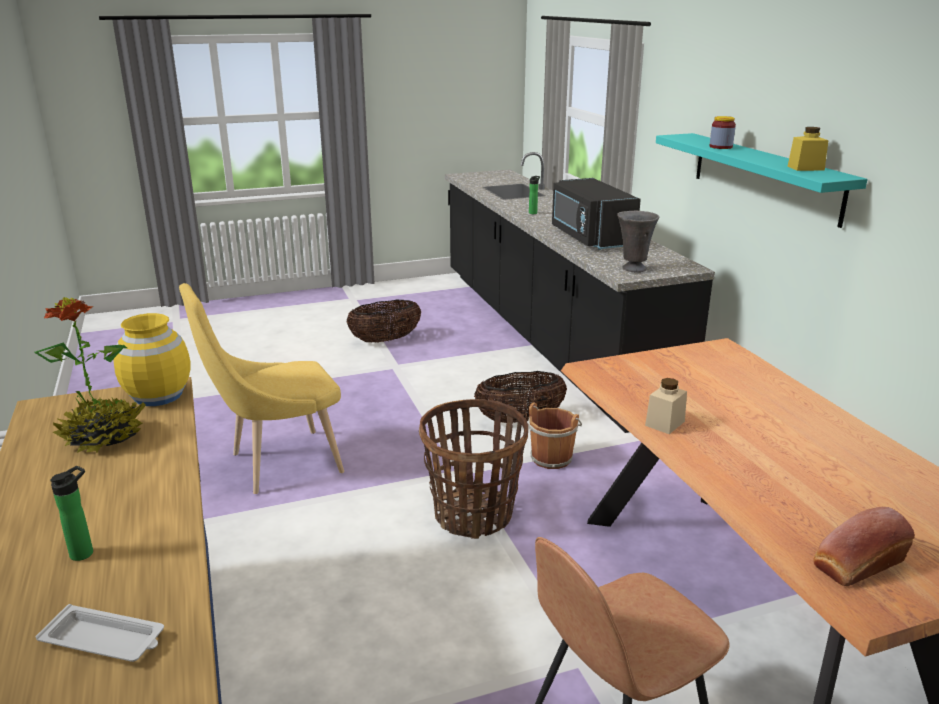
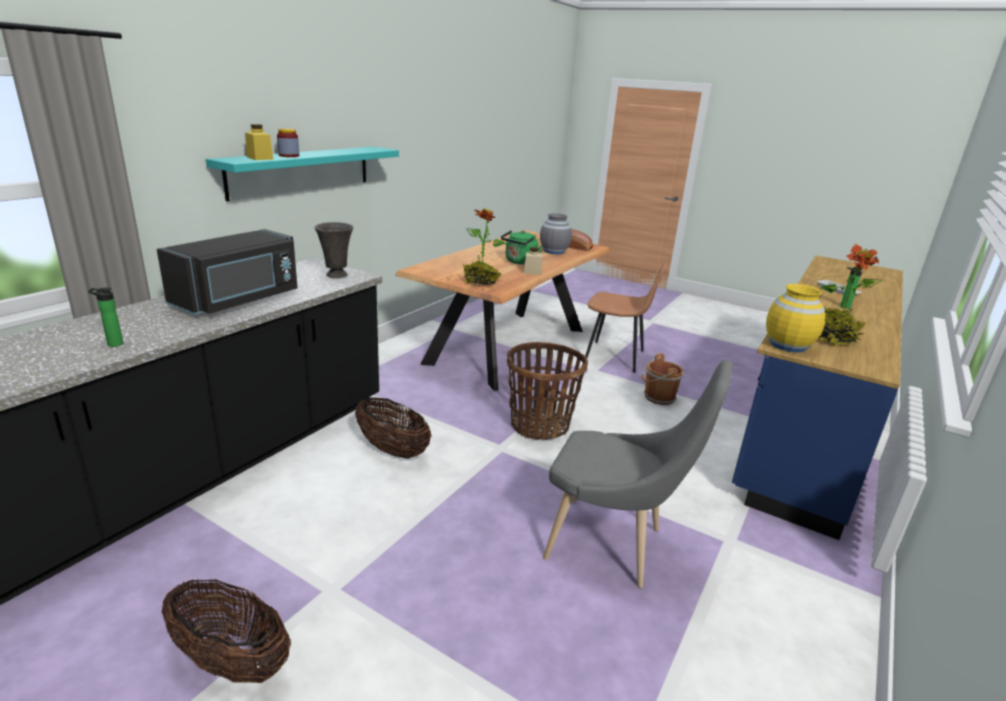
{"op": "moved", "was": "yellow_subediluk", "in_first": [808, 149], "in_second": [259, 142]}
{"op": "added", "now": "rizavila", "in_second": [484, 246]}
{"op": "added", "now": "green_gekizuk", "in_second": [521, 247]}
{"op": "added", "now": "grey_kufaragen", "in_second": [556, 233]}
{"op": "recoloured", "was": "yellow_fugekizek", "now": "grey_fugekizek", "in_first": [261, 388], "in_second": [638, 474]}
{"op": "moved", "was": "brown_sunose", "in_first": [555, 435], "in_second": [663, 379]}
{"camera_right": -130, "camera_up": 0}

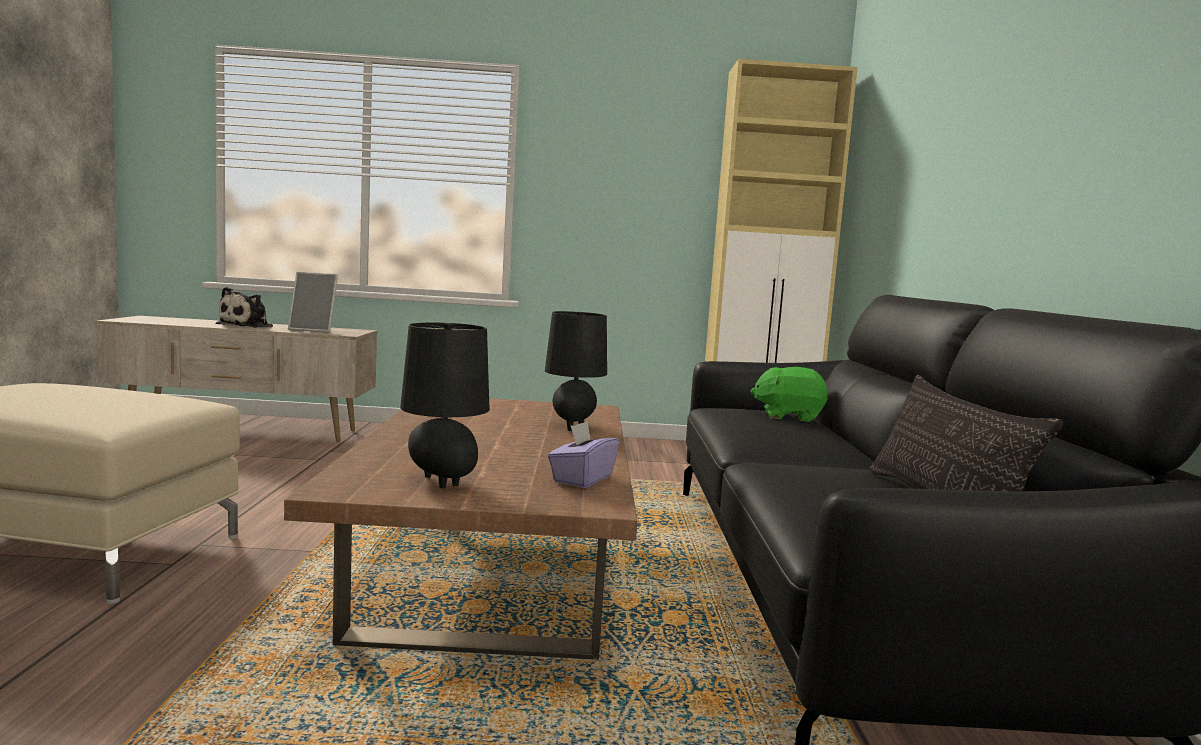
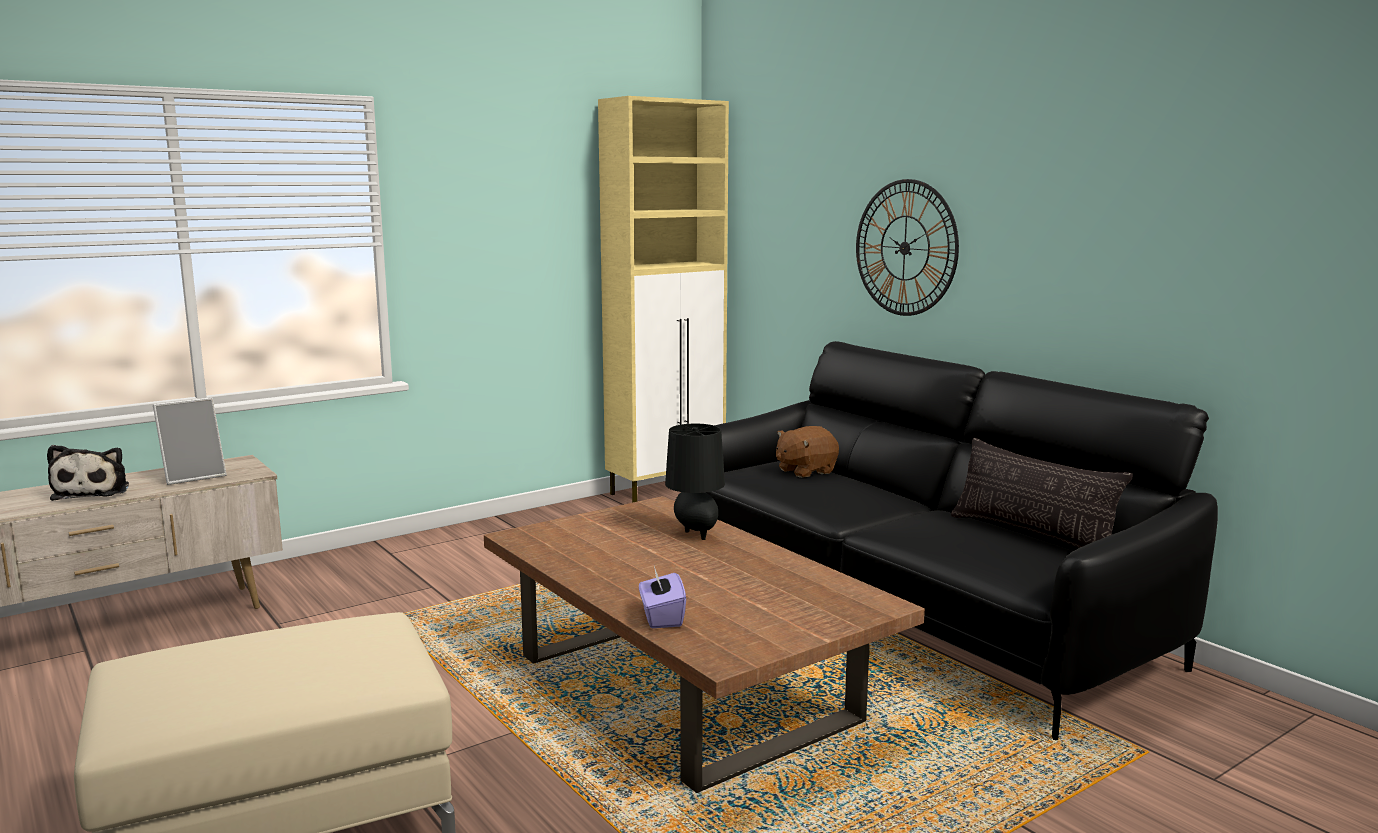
{"op": "moved", "was": "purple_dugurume", "in_first": [583, 454], "in_second": [662, 597]}
{"op": "recoloured", "was": "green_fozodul", "now": "brown_fozodul", "in_first": [789, 394], "in_second": [807, 452]}
{"op": "added", "now": "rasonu", "in_second": [907, 247]}
{"op": "removed", "was": "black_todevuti", "in_first": [445, 405]}
{"camera_right": -35, "camera_up": 5}

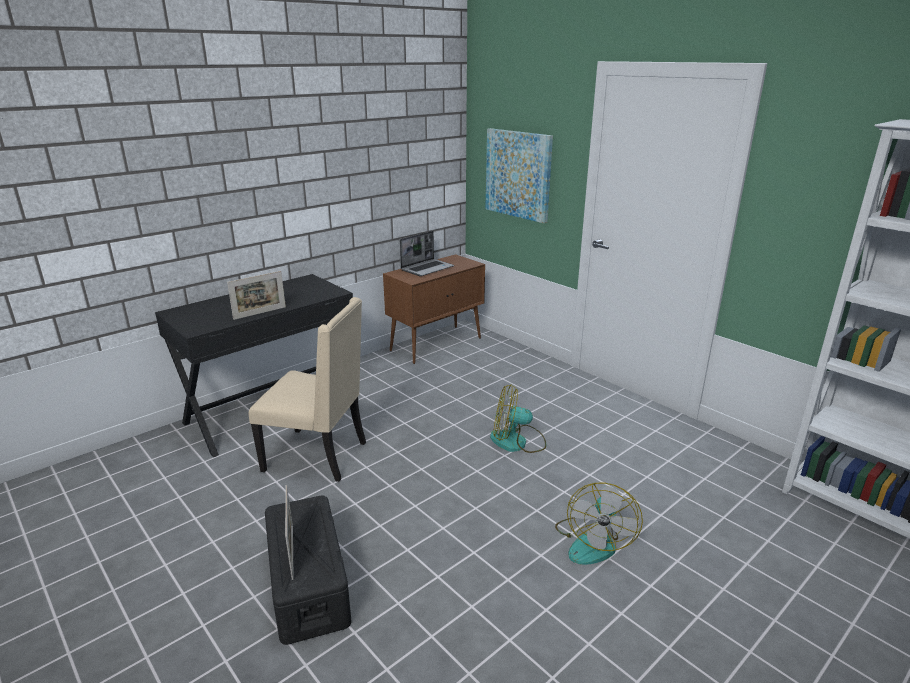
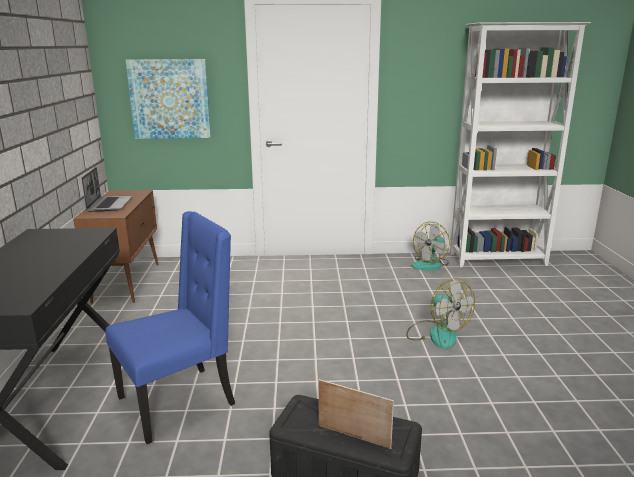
{"op": "recoloured", "was": "beige_fugekizek", "now": "blue_fugekizek", "in_first": [307, 389], "in_second": [170, 327]}
{"op": "moved", "was": "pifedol", "in_first": [518, 418], "in_second": [430, 246]}
{"op": "removed", "was": "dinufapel", "in_first": [256, 295]}
{"camera_right": -50, "camera_up": -5}

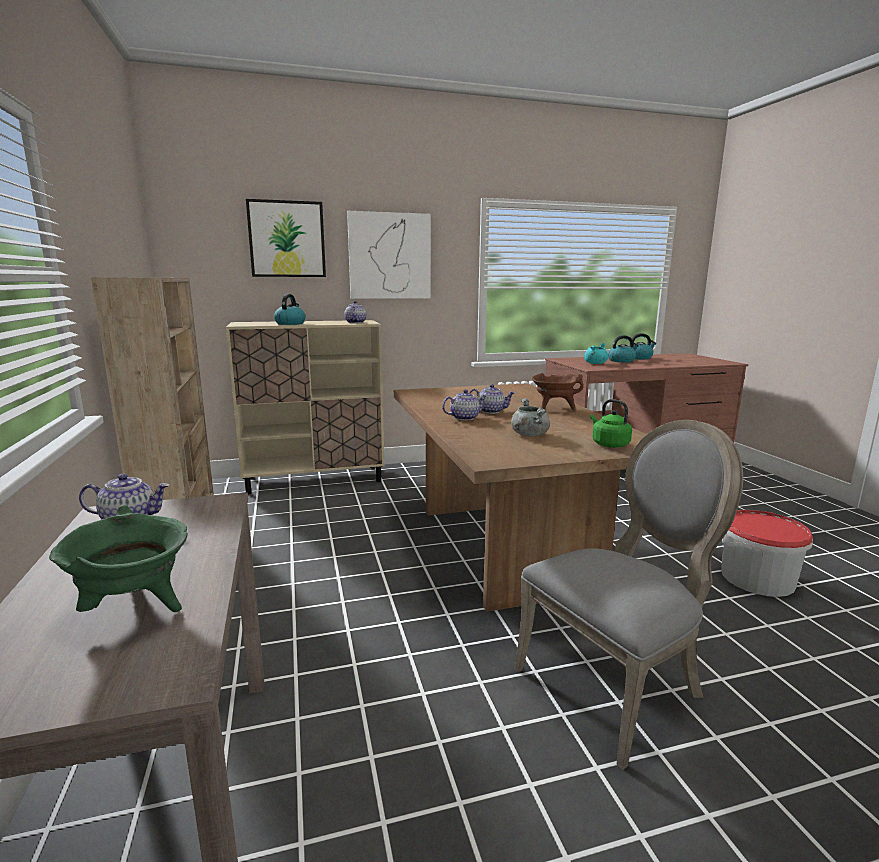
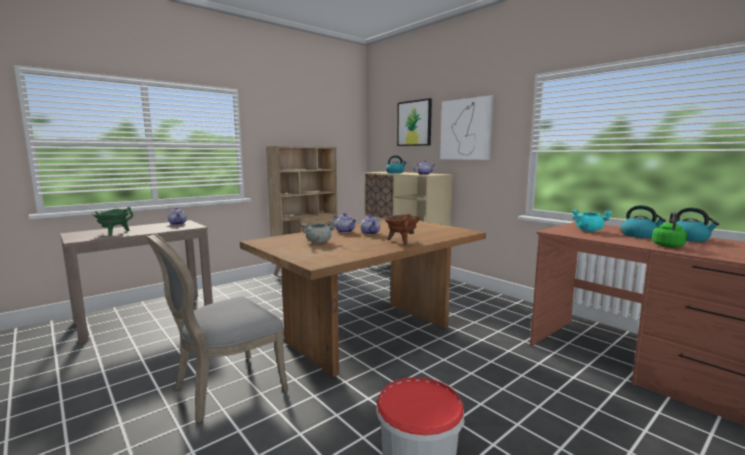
{"op": "turned", "was": "grey_fugekizek", "in_first": [628, 595], "in_second": [217, 327], "clockwise": 105}
{"op": "moved", "was": "green_gekizuk", "in_first": [611, 423], "in_second": [669, 229]}
{"camera_right": 65, "camera_up": -5}

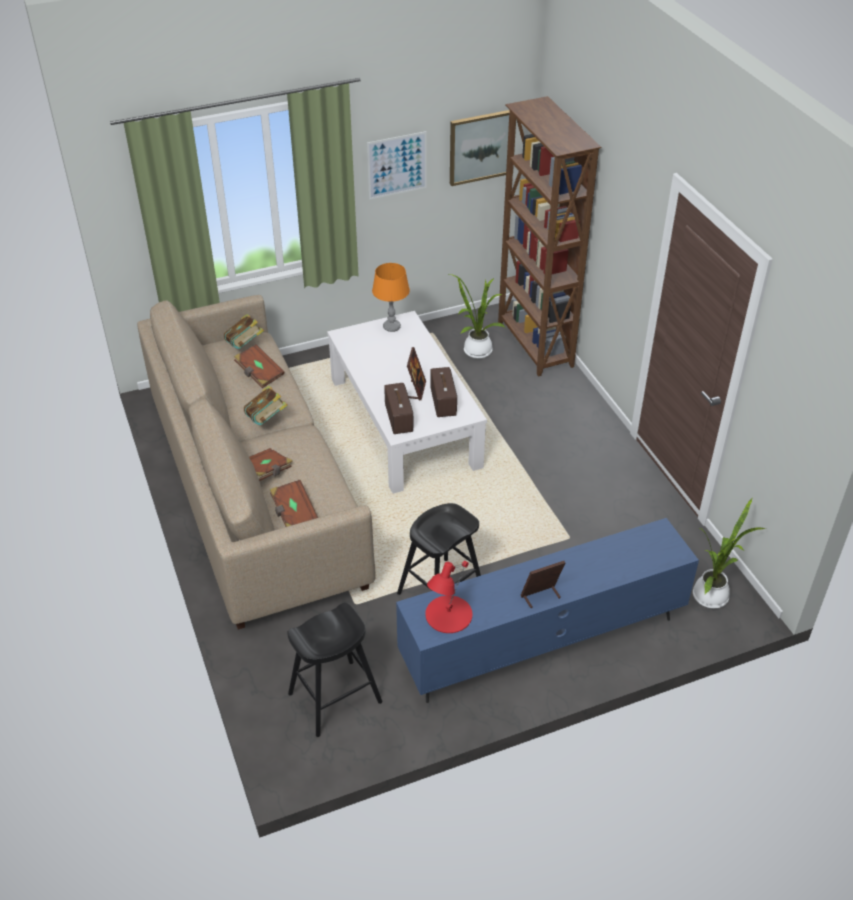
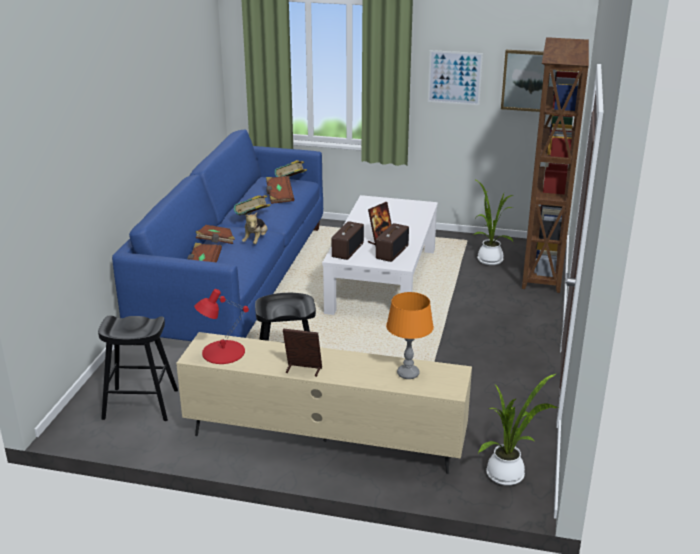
{"op": "recoloured", "was": "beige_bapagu", "now": "blue_bapagu", "in_first": [256, 462], "in_second": [217, 235]}
{"op": "recoloured", "was": "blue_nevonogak", "now": "beige_nevonogak", "in_first": [547, 610], "in_second": [324, 403]}
{"op": "added", "now": "fozodul", "in_second": [255, 228]}
{"op": "moved", "was": "orange_todevuti", "in_first": [391, 297], "in_second": [410, 335]}
{"camera_right": 35, "camera_up": -15}

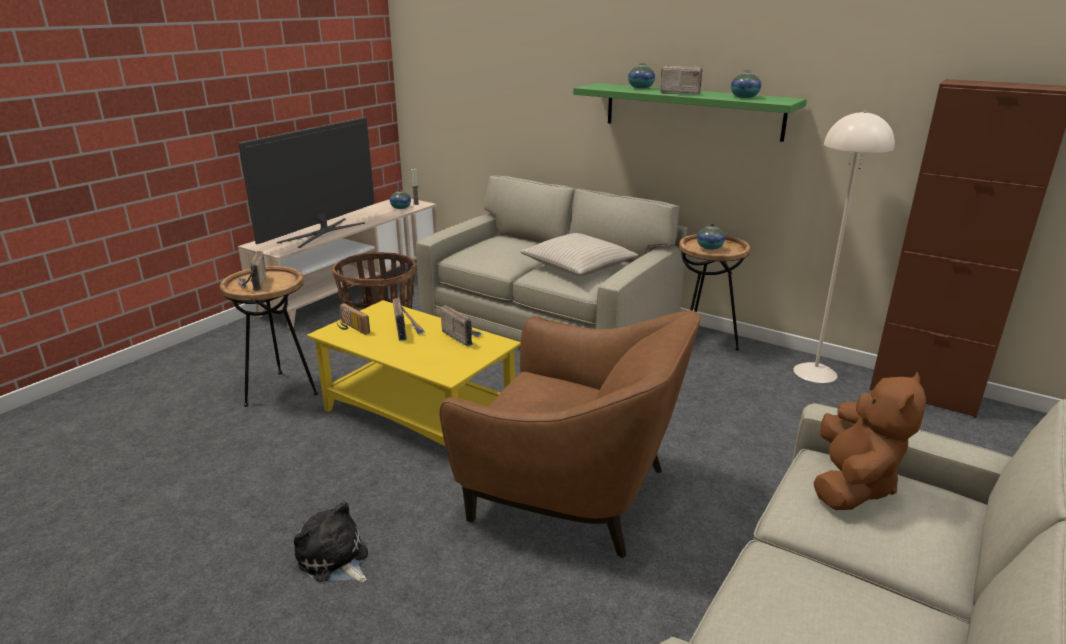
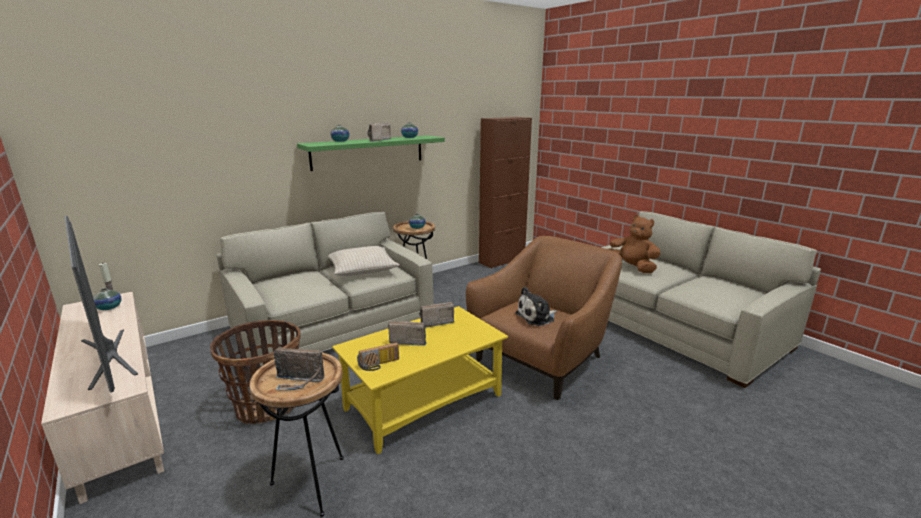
{"op": "moved", "was": "fozodul", "in_first": [331, 541], "in_second": [536, 306]}
{"op": "removed", "was": "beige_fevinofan", "in_first": [844, 247]}
{"camera_right": -70, "camera_up": -5}

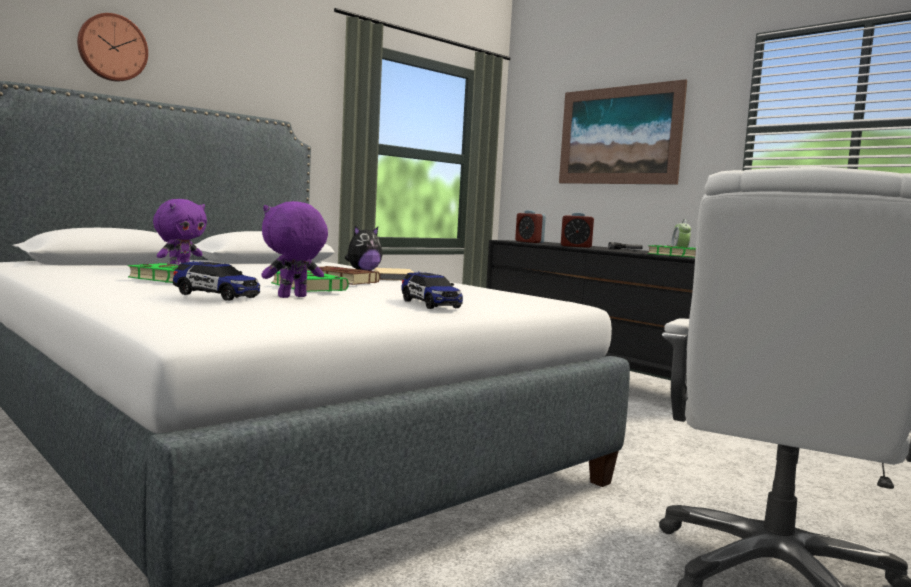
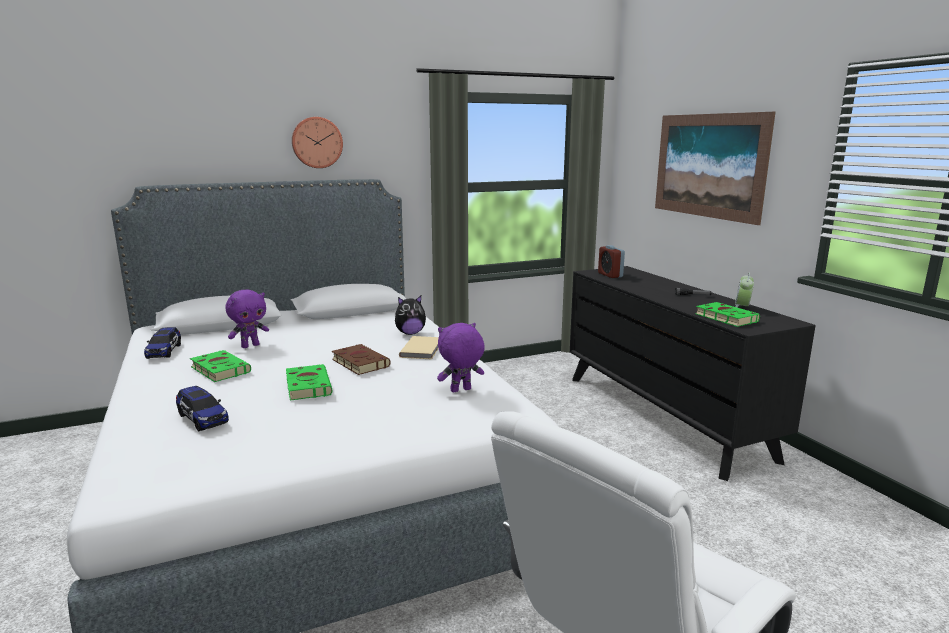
{"op": "moved", "was": "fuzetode", "in_first": [432, 290], "in_second": [162, 343]}
{"op": "moved", "was": "rasonu", "in_first": [112, 47], "in_second": [317, 142]}
{"op": "moved", "was": "purple_fozodul", "in_first": [294, 249], "in_second": [461, 357]}
{"op": "removed", "was": "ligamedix", "in_first": [577, 230]}
{"camera_right": 20, "camera_up": 10}

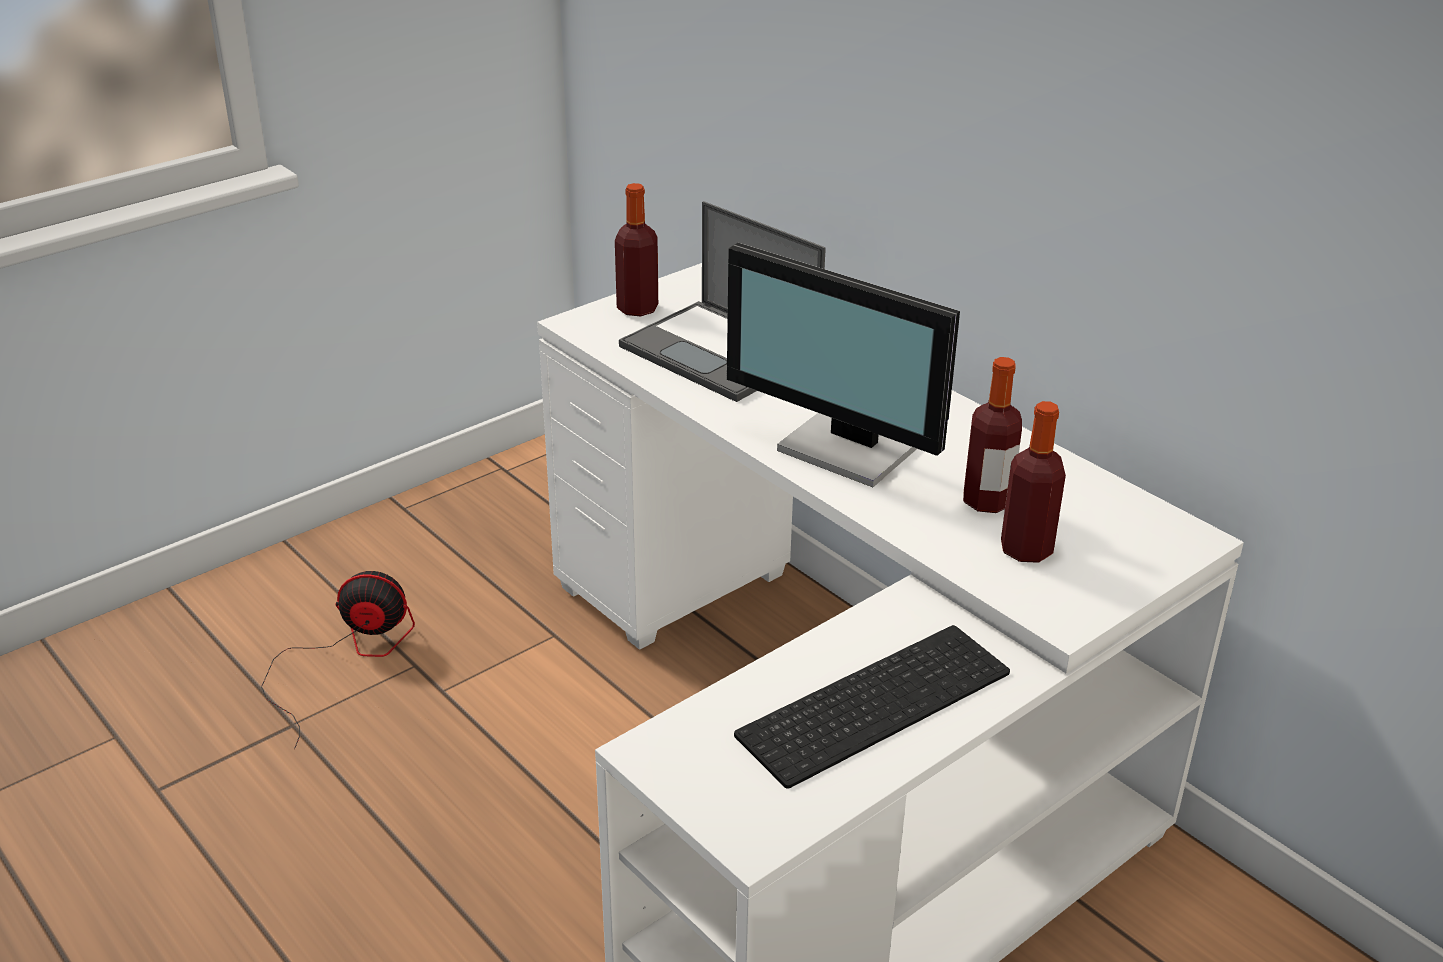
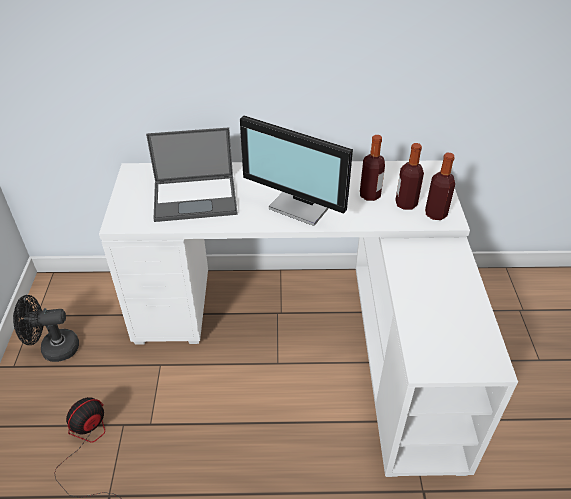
{"op": "added", "now": "black_pifedol", "in_second": [46, 328]}
{"op": "turned", "was": "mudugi", "in_first": [843, 365], "in_second": [296, 170], "clockwise": 45}
{"op": "moved", "was": "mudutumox", "in_first": [636, 249], "in_second": [440, 186]}
{"op": "removed", "was": "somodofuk", "in_first": [872, 707]}
{"camera_right": -50, "camera_up": 10}

